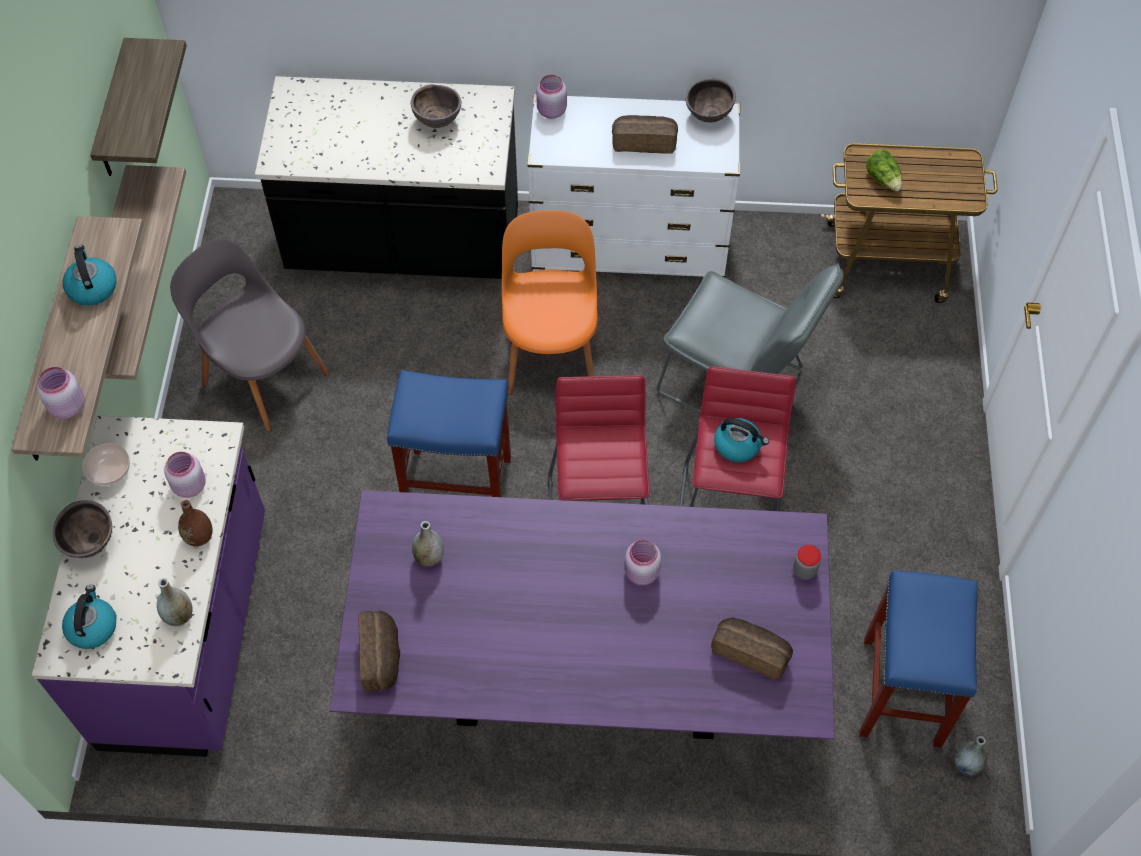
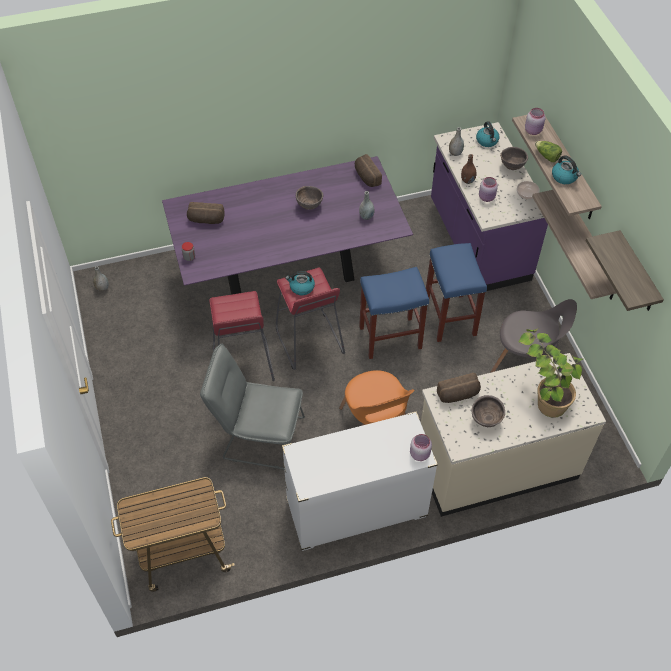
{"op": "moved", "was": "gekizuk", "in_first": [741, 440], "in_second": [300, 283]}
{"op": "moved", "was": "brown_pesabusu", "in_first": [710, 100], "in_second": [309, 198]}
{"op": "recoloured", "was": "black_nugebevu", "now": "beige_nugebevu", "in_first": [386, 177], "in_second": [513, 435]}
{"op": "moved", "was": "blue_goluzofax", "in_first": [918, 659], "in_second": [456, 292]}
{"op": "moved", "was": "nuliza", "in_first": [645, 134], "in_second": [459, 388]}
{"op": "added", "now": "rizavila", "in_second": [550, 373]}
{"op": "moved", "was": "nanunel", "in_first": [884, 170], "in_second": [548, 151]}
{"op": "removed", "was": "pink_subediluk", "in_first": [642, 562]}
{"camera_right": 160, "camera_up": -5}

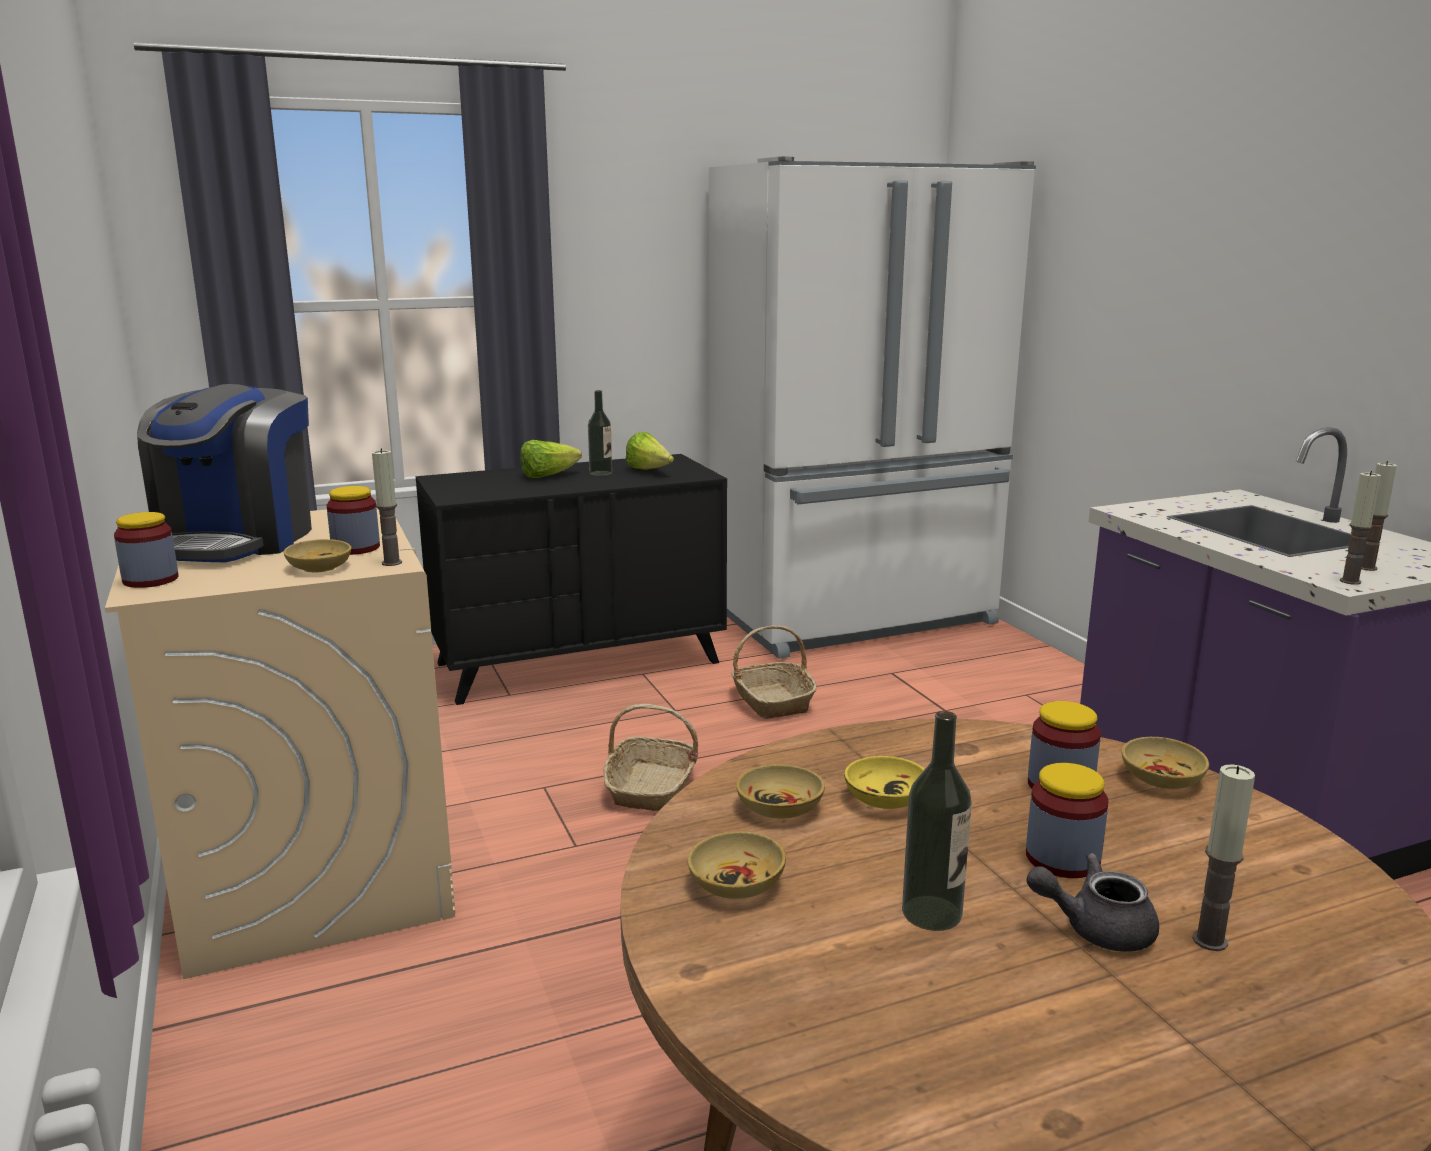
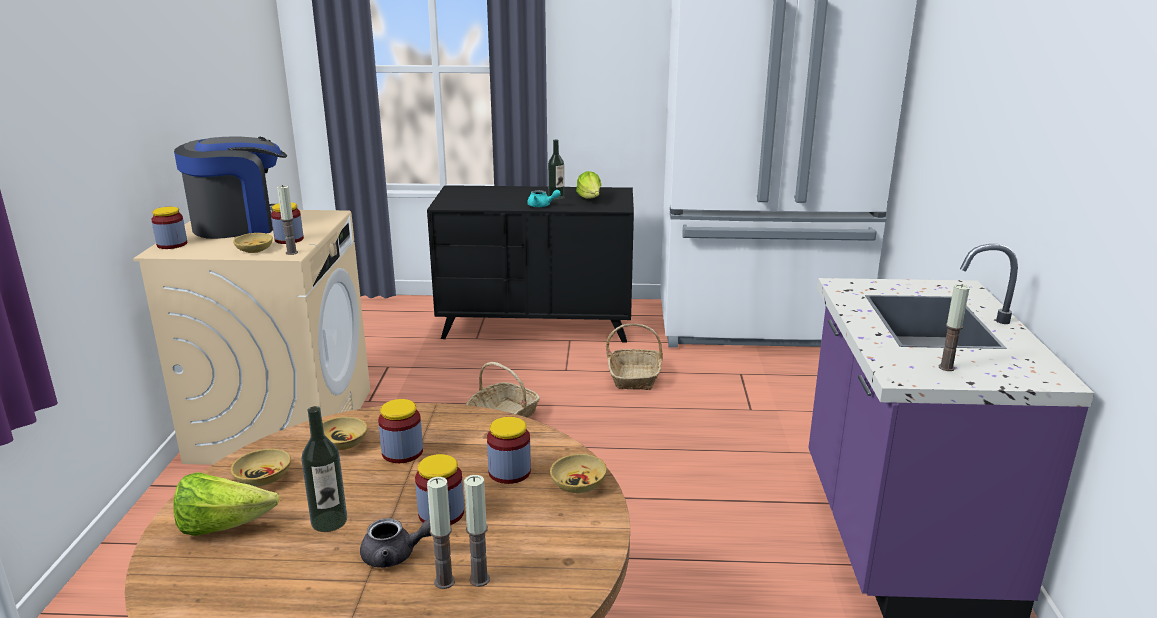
{"op": "turned", "was": "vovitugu", "in_first": [224, 473], "in_second": [230, 187], "clockwise": -150}
{"op": "moved", "was": "nanunel", "in_first": [551, 459], "in_second": [227, 504]}
{"op": "turned", "was": "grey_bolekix", "in_first": [1093, 902], "in_second": [395, 543], "clockwise": 150}
{"op": "replaced", "was": "yellow_pesabusu", "now": "subediluk", "in_first": [884, 782], "in_second": [400, 431]}
{"op": "moved", "was": "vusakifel", "in_first": [1360, 528], "in_second": [477, 531]}
{"op": "added", "now": "turquoise_bolekix", "in_second": [544, 198]}
{"camera_right": 25, "camera_up": 5}

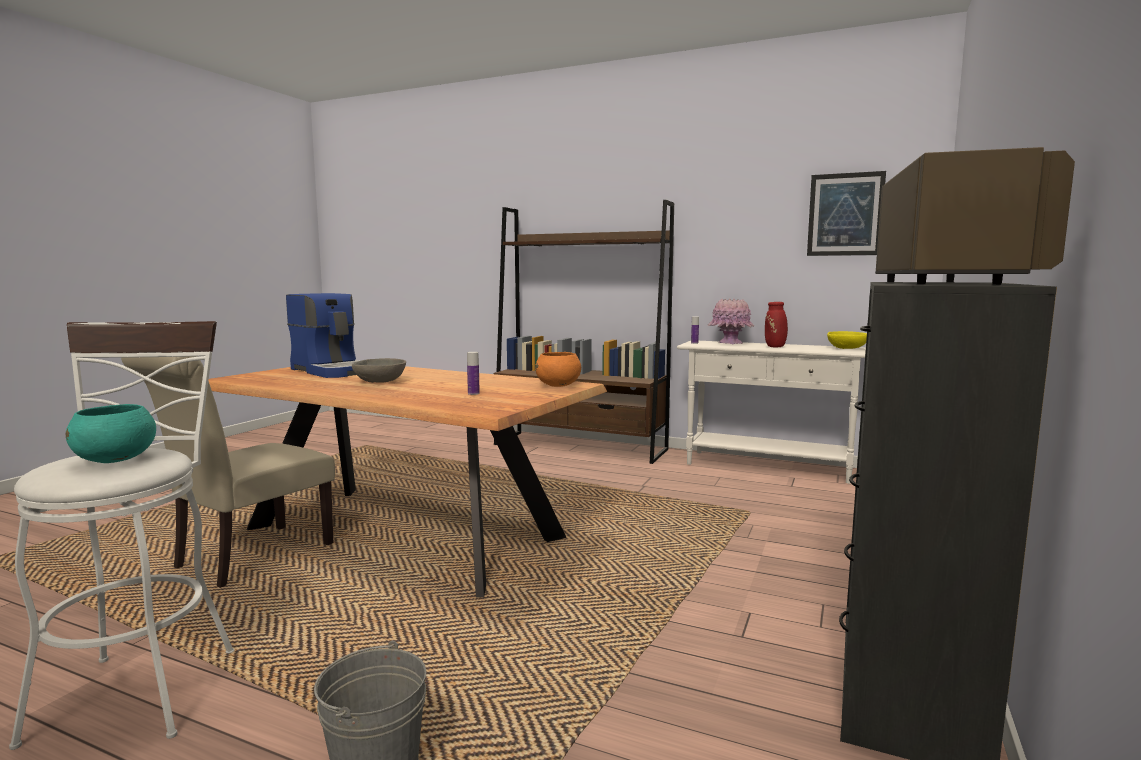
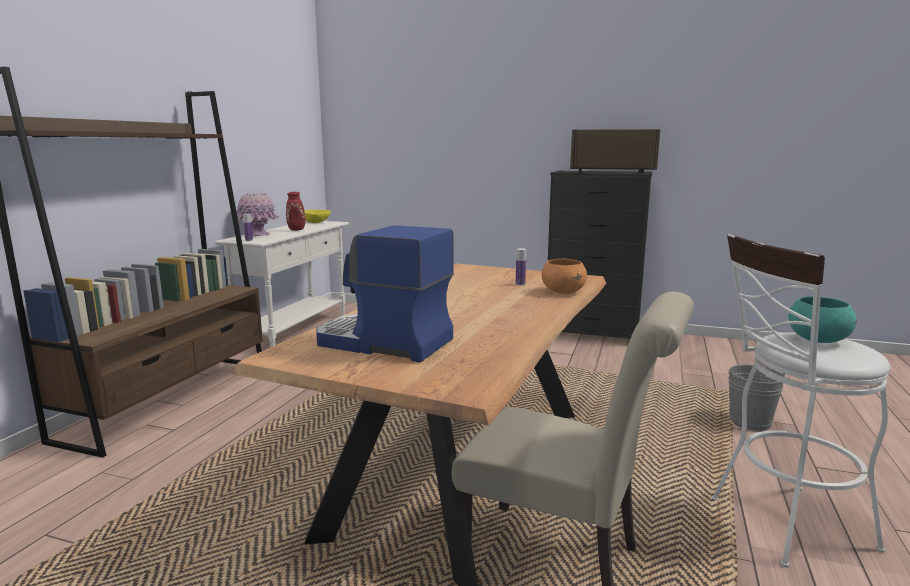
{"op": "turned", "was": "vovitugu", "in_first": [322, 335], "in_second": [385, 294], "clockwise": -105}
{"op": "moved", "was": "orange_pesabusu", "in_first": [558, 369], "in_second": [564, 276]}
{"op": "removed", "was": "grey_pesabusu", "in_first": [379, 370]}
{"op": "removed", "was": "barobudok", "in_first": [846, 213]}
{"camera_right": -95, "camera_up": 5}

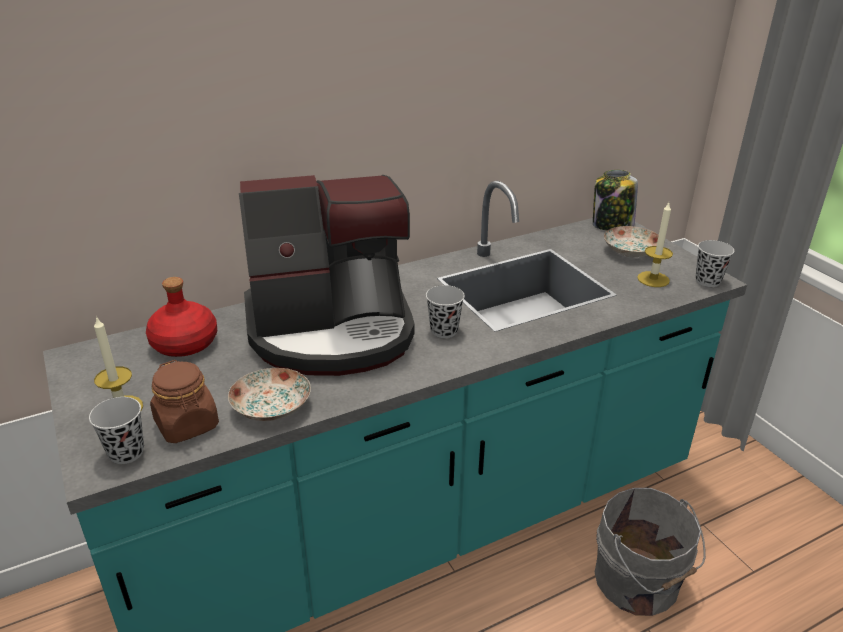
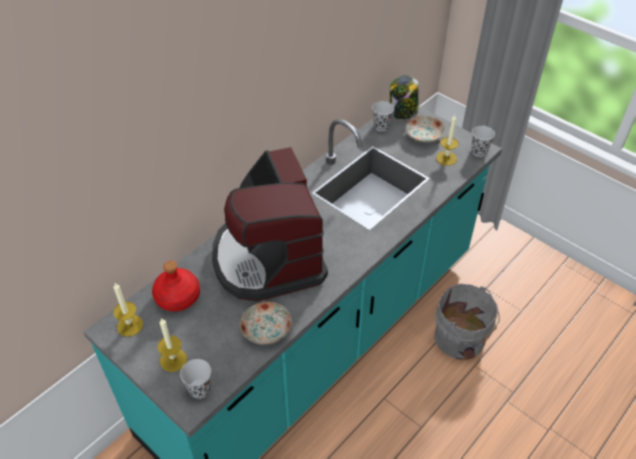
{"op": "added", "now": "vusakifel", "in_second": [128, 310]}
{"op": "turned", "was": "vovitugu", "in_first": [326, 275], "in_second": [270, 224], "clockwise": 105}
{"op": "moved", "was": "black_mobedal", "in_first": [445, 311], "in_second": [383, 116]}
{"op": "removed", "was": "brown_subediluk", "in_first": [184, 401]}
{"camera_right": -20, "camera_up": 15}

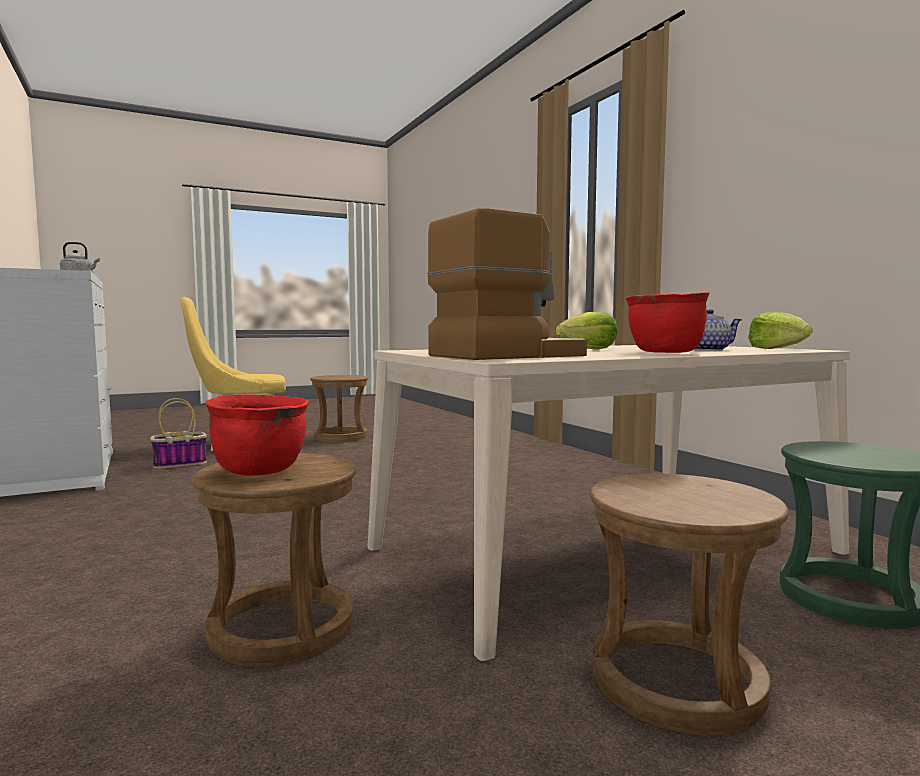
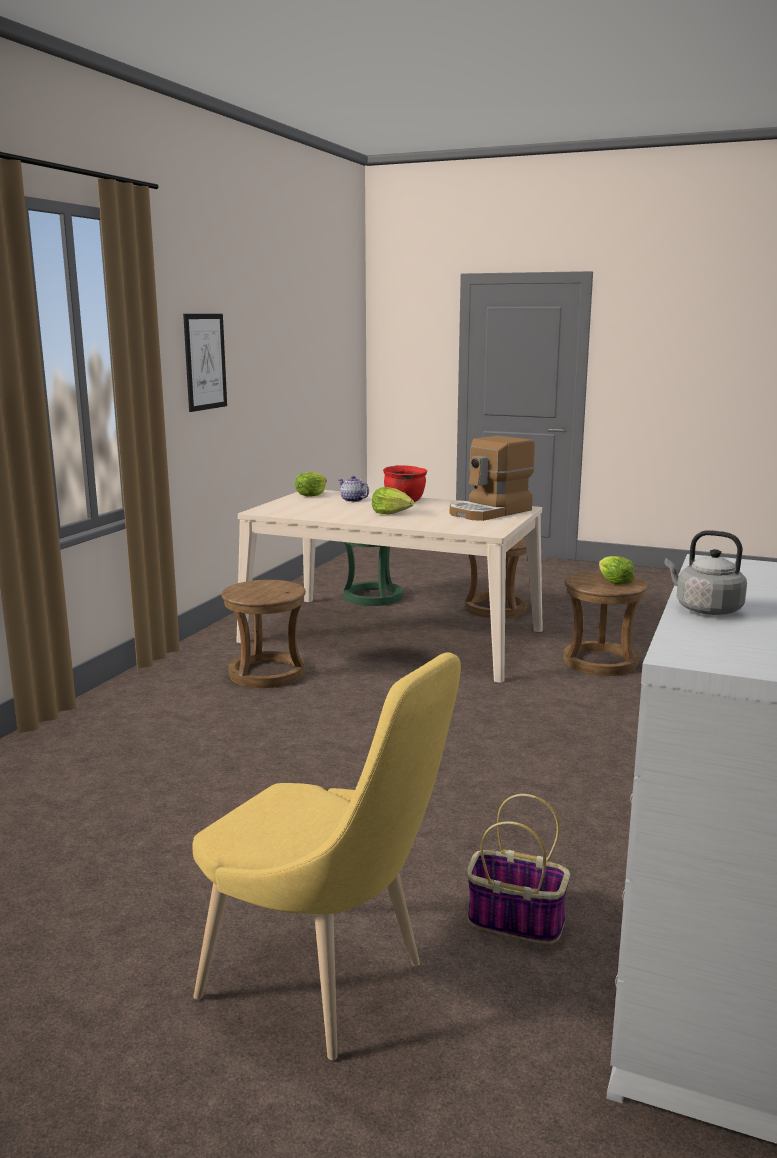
{"op": "added", "now": "barobudok", "in_second": [205, 363]}
{"op": "moved", "was": "brown_goluzofax", "in_first": [339, 408], "in_second": [263, 634]}
{"op": "turned", "was": "vovitugu", "in_first": [507, 284], "in_second": [492, 478], "clockwise": -60}
{"op": "replaced", "was": "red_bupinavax", "now": "nanunel", "in_first": [257, 435], "in_second": [616, 570]}
{"camera_right": -130, "camera_up": 10}

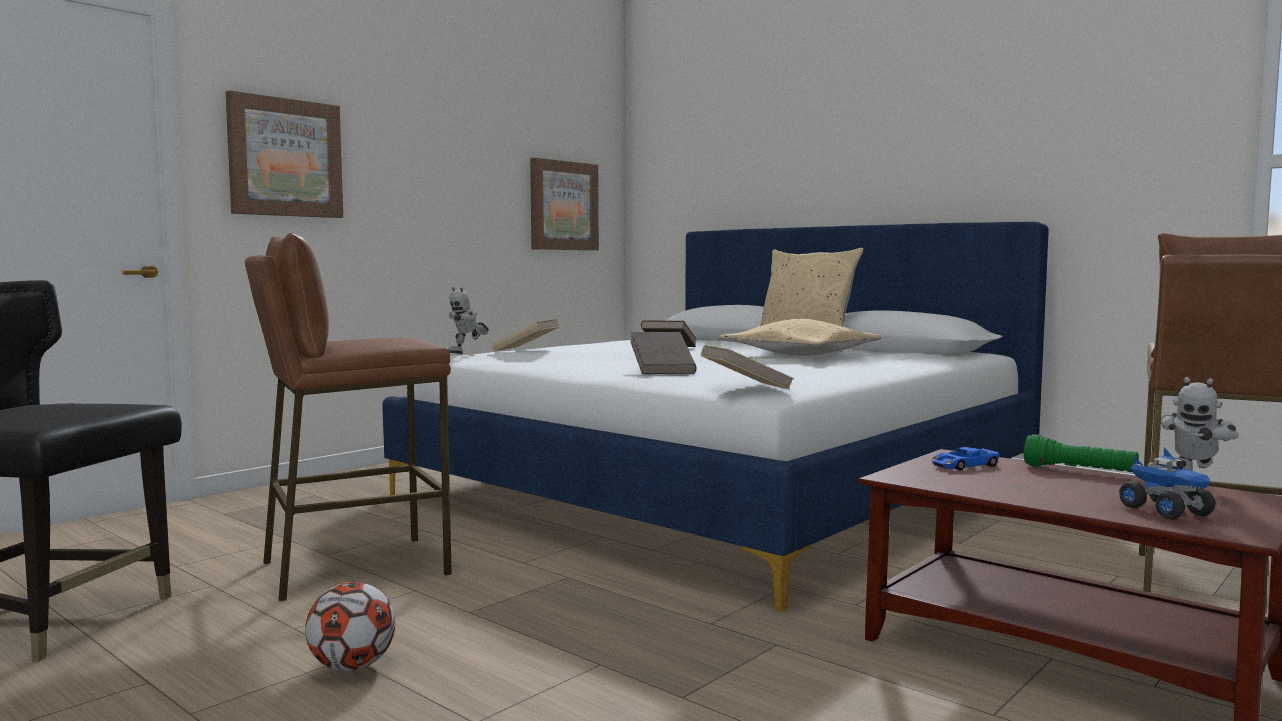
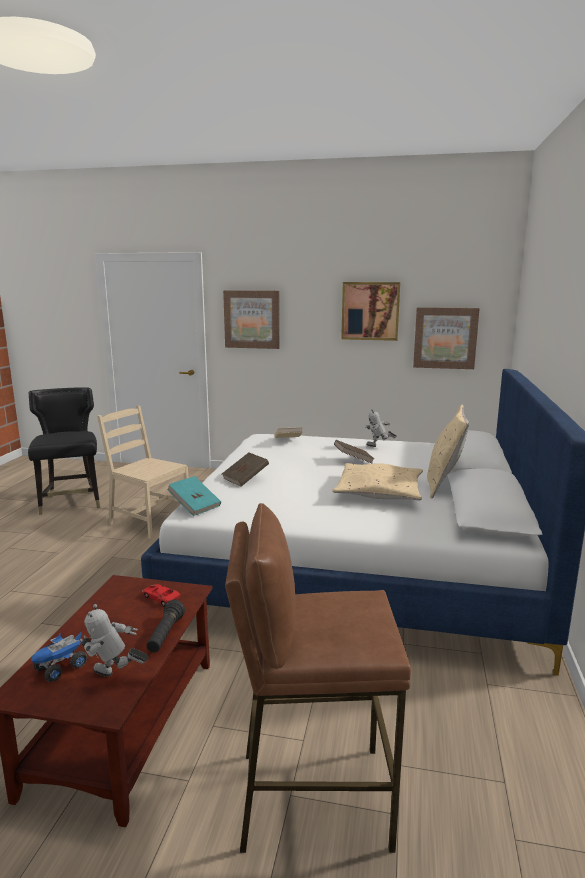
{"op": "replaced", "was": "brown_goluzofax", "now": "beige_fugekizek", "in_first": [348, 417], "in_second": [142, 472]}
{"op": "recoloured", "was": "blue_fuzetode", "now": "red_fuzetode", "in_first": [965, 458], "in_second": [161, 595]}
{"op": "recoloured", "was": "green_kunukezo", "now": "black_kunukezo", "in_first": [1081, 453], "in_second": [165, 626]}
{"op": "recoloured", "was": "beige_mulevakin", "now": "turquoise_mulevakin", "in_first": [747, 367], "in_second": [194, 496]}
{"op": "added", "now": "barobudok", "in_second": [370, 311]}
{"op": "moved", "was": "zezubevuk", "in_first": [468, 320], "in_second": [381, 428]}
{"op": "removed", "was": "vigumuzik", "in_first": [350, 626]}
{"camera_right": 60, "camera_up": 10}

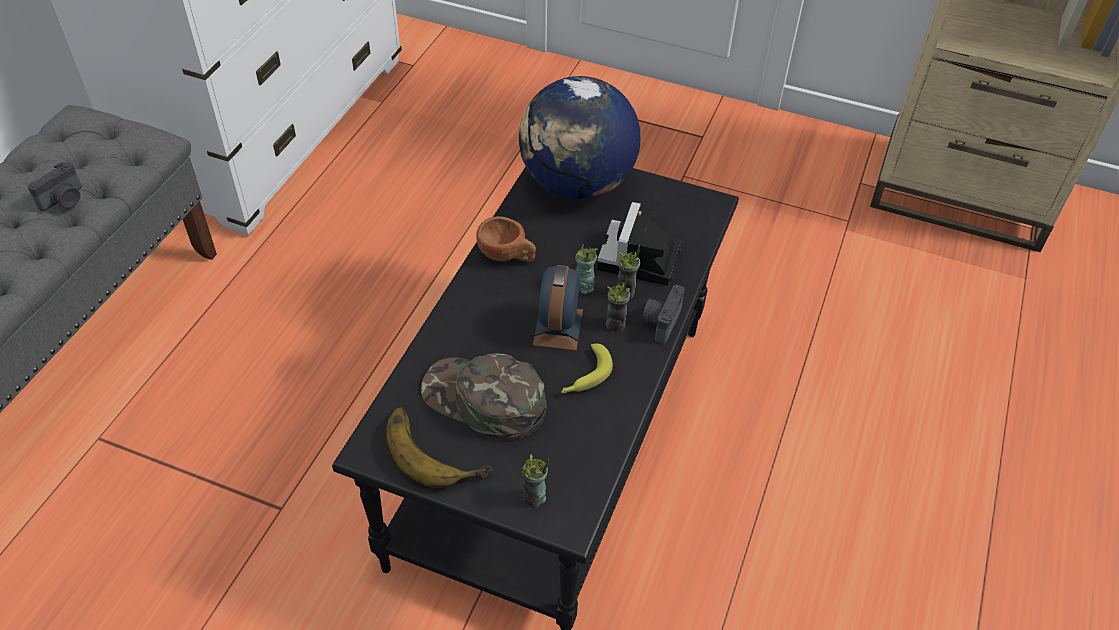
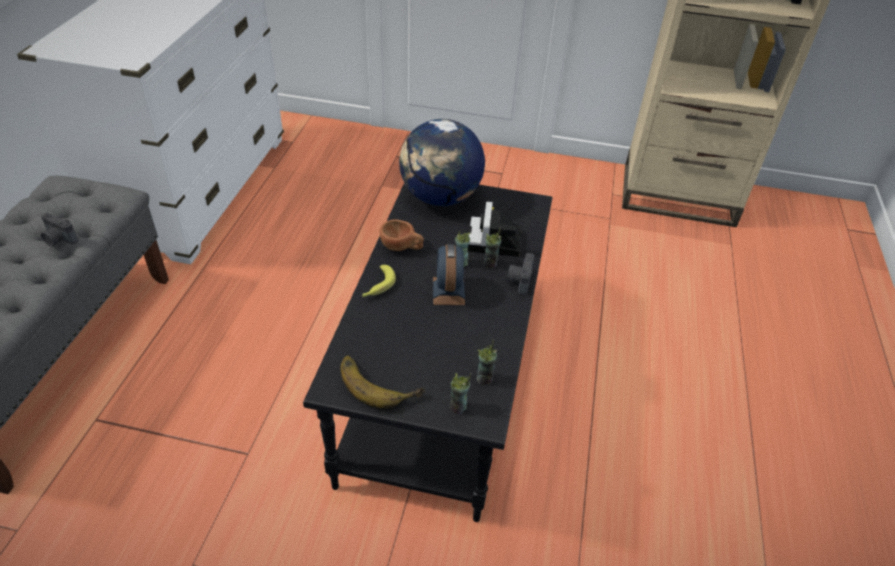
{"op": "turned", "was": "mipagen", "in_first": [55, 186], "in_second": [59, 230], "clockwise": 90}
{"op": "moved", "was": "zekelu", "in_first": [587, 368], "in_second": [379, 281]}
{"op": "moved", "was": "mobedal", "in_first": [618, 304], "in_second": [487, 362]}
{"op": "removed", "was": "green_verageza", "in_first": [483, 396]}
{"camera_right": -10, "camera_up": -5}

